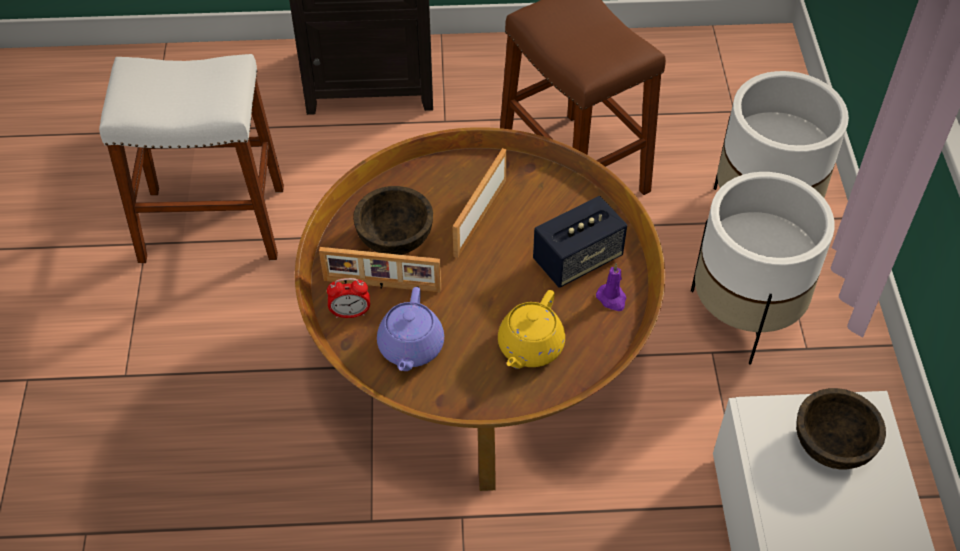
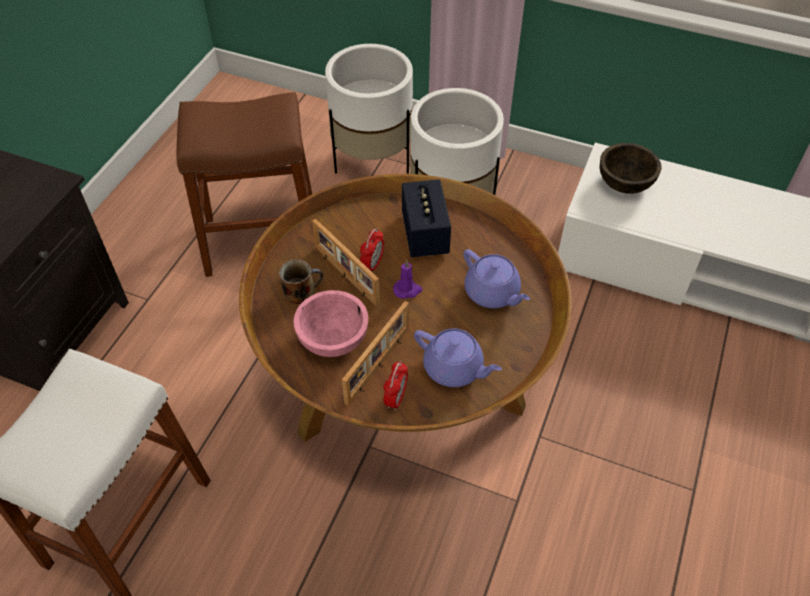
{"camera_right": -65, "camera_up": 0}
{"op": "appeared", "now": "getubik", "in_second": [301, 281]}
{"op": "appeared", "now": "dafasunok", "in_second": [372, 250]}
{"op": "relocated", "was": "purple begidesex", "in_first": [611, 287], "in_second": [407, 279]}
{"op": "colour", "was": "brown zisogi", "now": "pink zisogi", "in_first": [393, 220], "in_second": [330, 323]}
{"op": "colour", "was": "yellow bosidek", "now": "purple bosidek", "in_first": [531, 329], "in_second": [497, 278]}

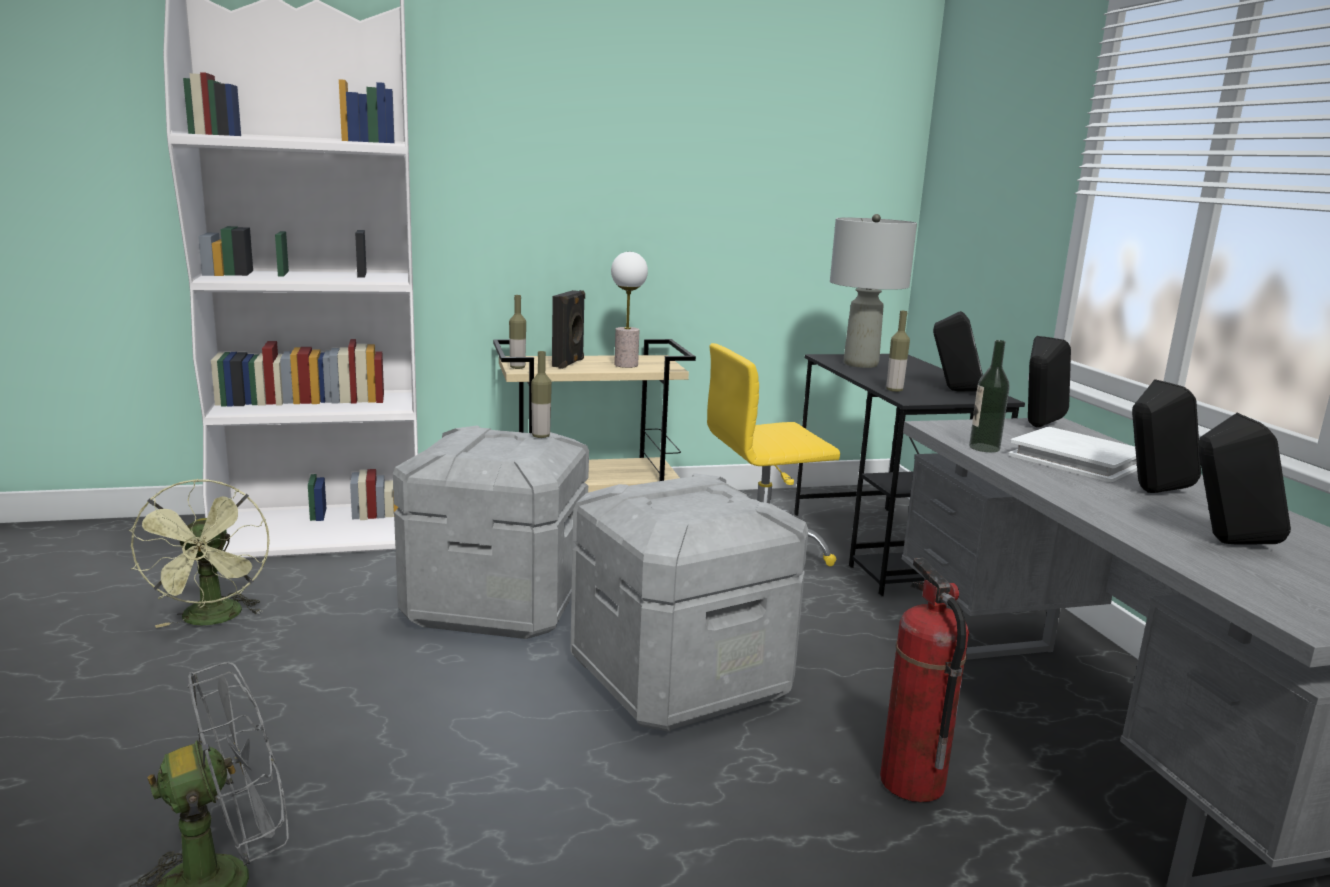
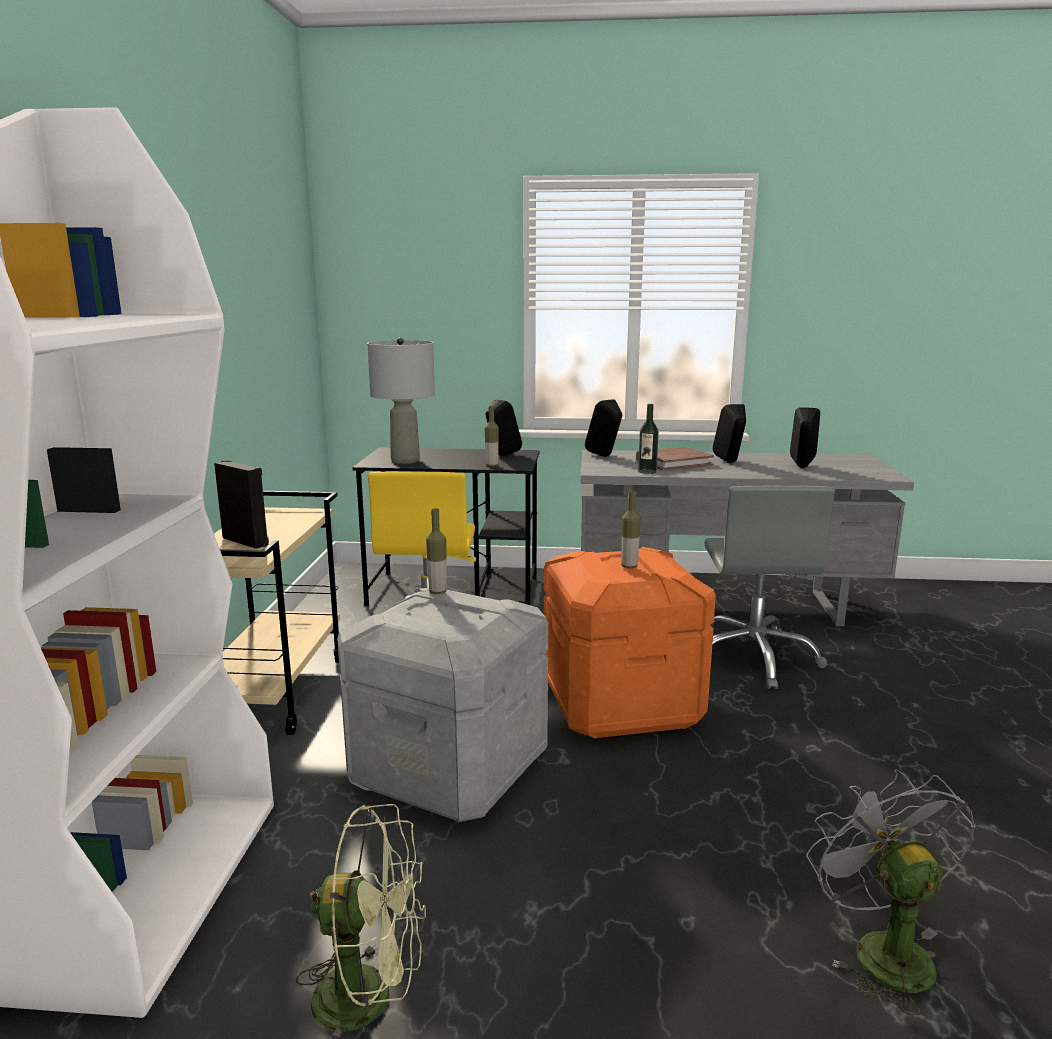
{"camera_right": -70, "camera_up": 0}
{"op": "missing", "was": "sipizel", "in_first": [629, 310]}
{"op": "relocated", "was": "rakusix", "in_first": [517, 332], "in_second": [631, 529]}
{"op": "exchanged", "was": "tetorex", "now": "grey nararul", "in_first": [924, 680], "in_second": [769, 587]}
{"op": "colour", "was": "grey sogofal", "now": "orange sogofal", "in_first": [689, 602], "in_second": [630, 643]}
{"op": "colour", "was": "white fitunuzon", "now": "brown fitunuzon", "in_first": [1072, 454], "in_second": [675, 459]}

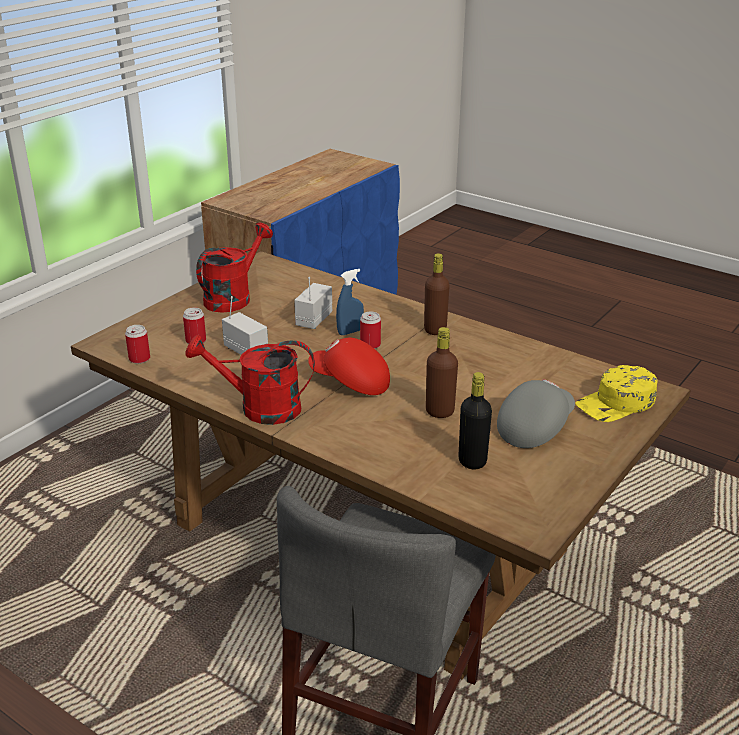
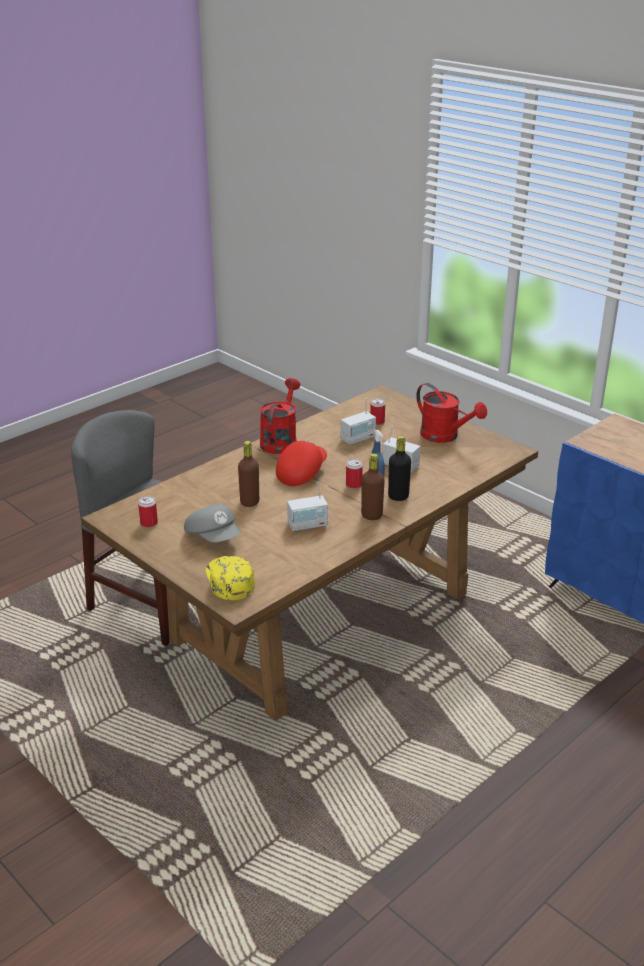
{"camera_right": 100, "camera_up": 0}
{"op": "appeared", "now": "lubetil", "in_second": [307, 506]}
{"op": "relocated", "was": "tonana", "in_first": [137, 344], "in_second": [148, 512]}
{"op": "relocated", "was": "black rakusix", "in_first": [475, 420], "in_second": [399, 468]}

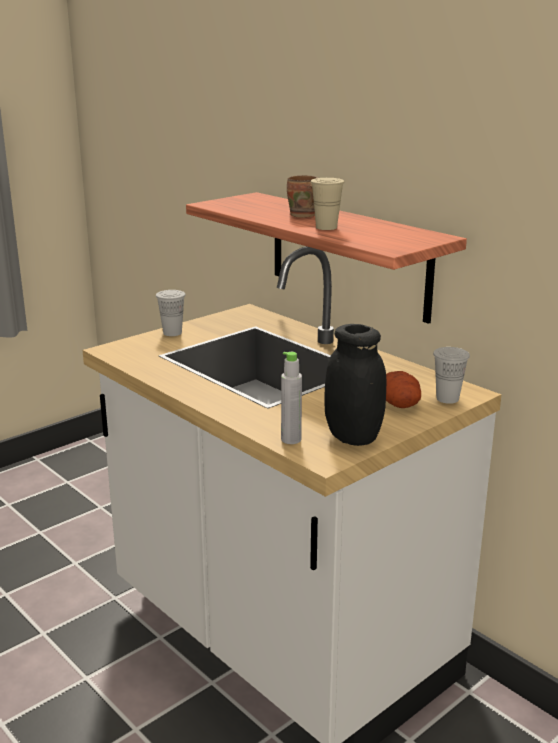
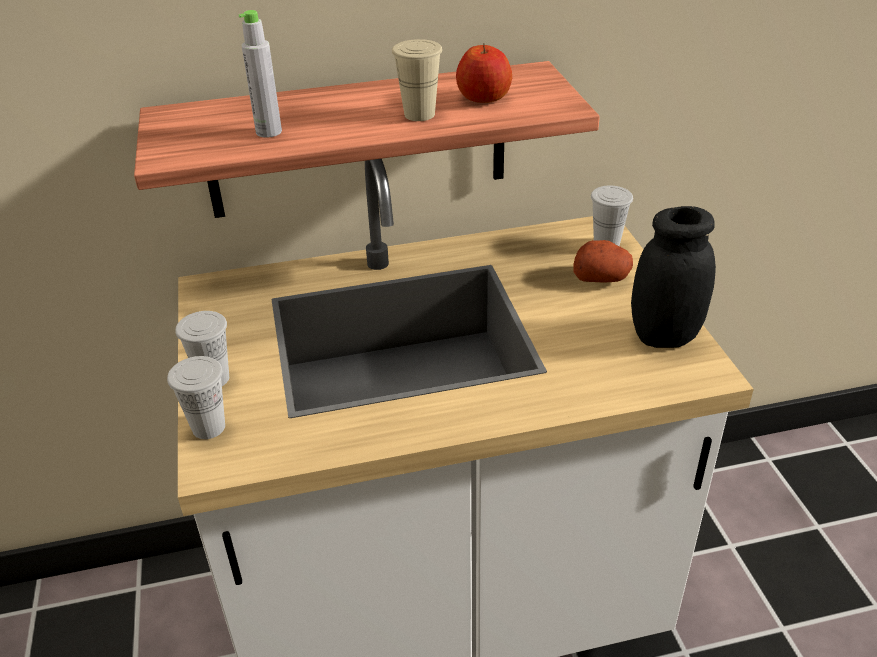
{"camera_right": -60, "camera_up": 15}
{"op": "missing", "was": "brown getubik", "in_first": [302, 196]}
{"op": "appeared", "now": "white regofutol", "in_second": [196, 397]}
{"op": "appeared", "now": "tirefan", "in_second": [484, 73]}
{"op": "relocated", "was": "grey rakusix", "in_first": [291, 398], "in_second": [260, 74]}

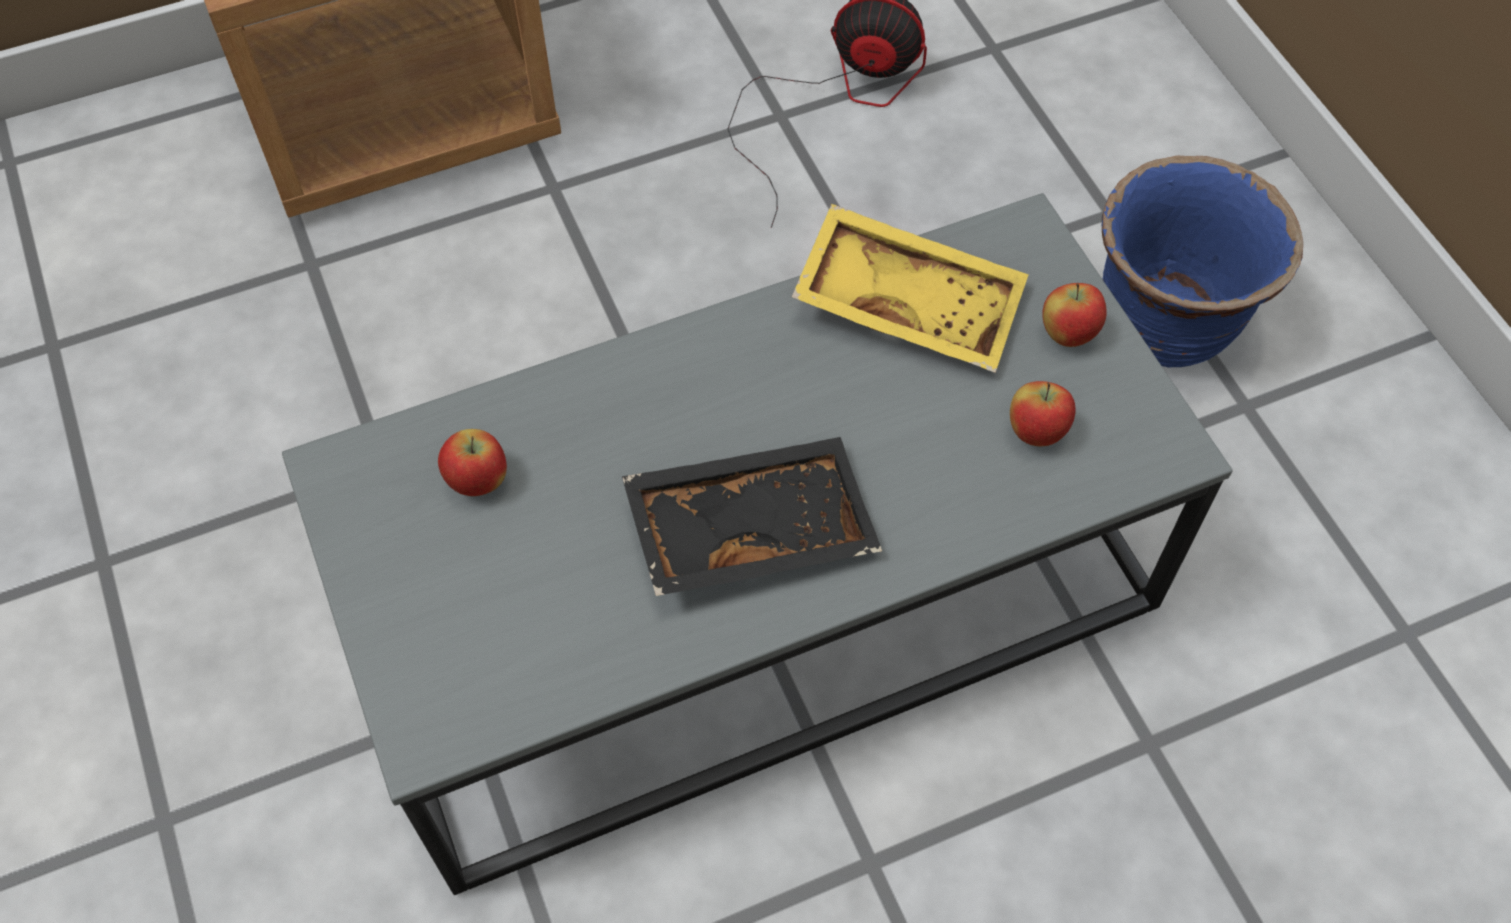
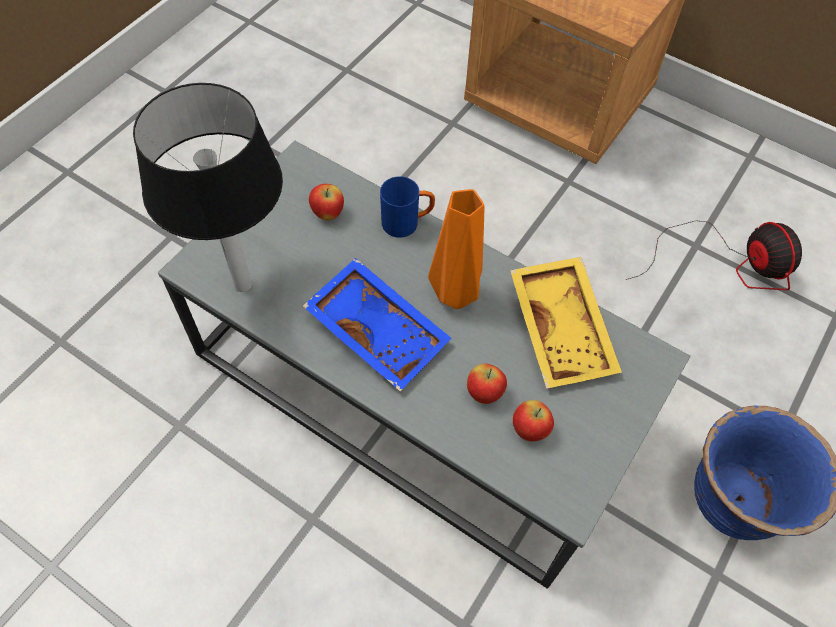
{"camera_right": 55, "camera_up": 0}
{"op": "appeared", "now": "sipizel", "in_second": [208, 187]}
{"op": "appeared", "now": "blue getubik", "in_second": [407, 207]}
{"op": "appeared", "now": "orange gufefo", "in_second": [456, 249]}
{"op": "relocated", "was": "tirefan", "in_first": [1074, 315], "in_second": [487, 384]}
{"op": "colour", "was": "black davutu", "now": "blue davutu", "in_first": [752, 516], "in_second": [377, 324]}

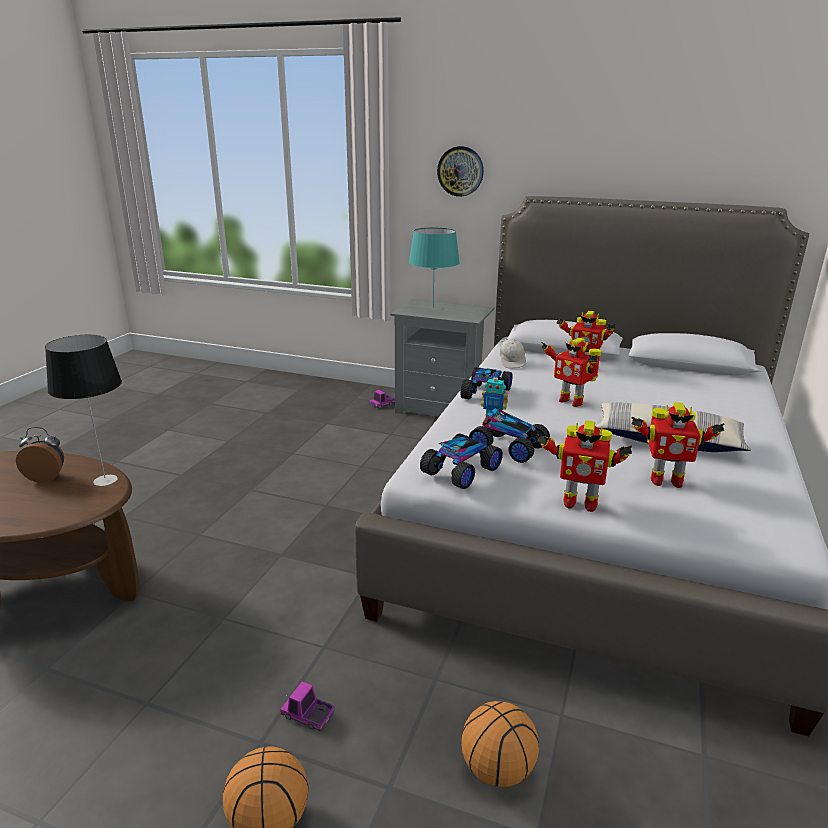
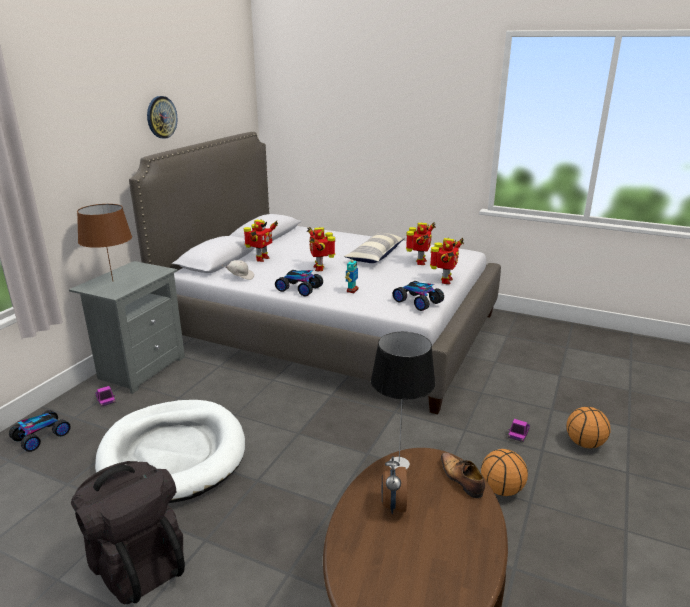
{"camera_right": -85, "camera_up": 0}
{"op": "appeared", "now": "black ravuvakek", "in_second": [128, 532]}
{"op": "appeared", "now": "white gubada", "in_second": [170, 451]}
{"op": "appeared", "now": "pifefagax", "in_second": [463, 475]}
{"op": "relocated", "was": "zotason", "in_first": [460, 171], "in_second": [162, 117]}
{"op": "relocated", "was": "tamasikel", "in_first": [500, 744], "in_second": [504, 472]}
{"op": "relocated", "was": "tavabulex", "in_first": [509, 435], "in_second": [40, 431]}
{"op": "colour", "was": "turquoise sipizel", "now": "brown sipizel", "in_first": [434, 267], "in_second": [104, 242]}
{"op": "spun", "was": "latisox", "in_first": [571, 372], "in_second": [321, 249], "clockwise": 120}

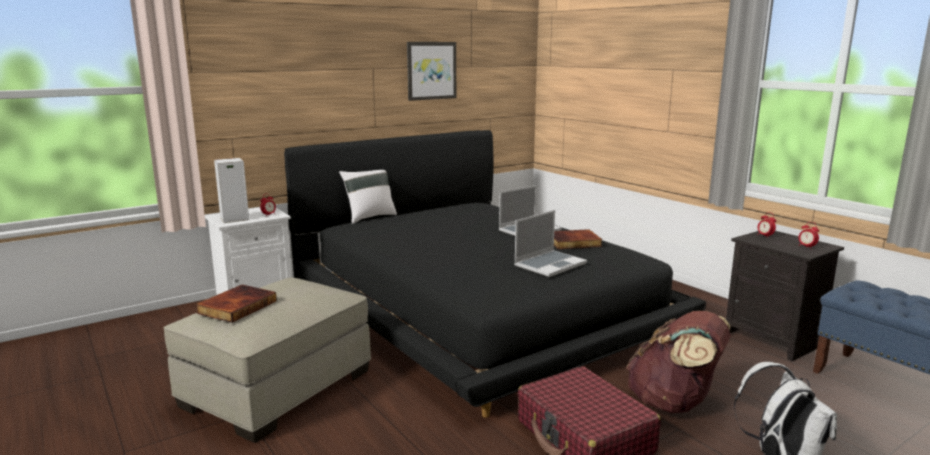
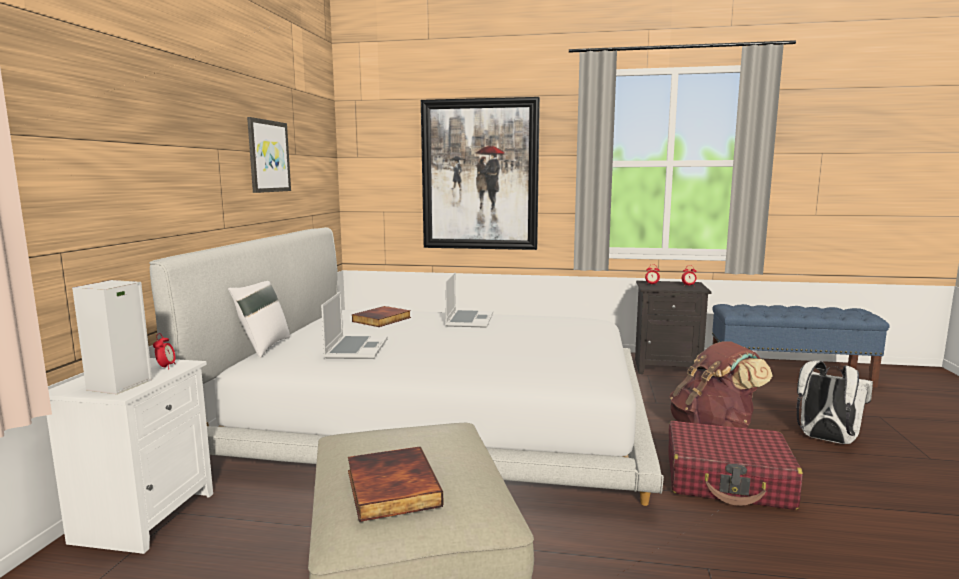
{"camera_right": -45, "camera_up": -5}
{"op": "appeared", "now": "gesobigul", "in_second": [480, 173]}
{"op": "relocated", "was": "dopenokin", "in_first": [550, 243], "in_second": [354, 325]}
{"op": "relocated", "was": "fitunuzon", "in_first": [578, 239], "in_second": [381, 316]}
{"op": "colour", "was": "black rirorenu", "now": "white rirorenu", "in_first": [495, 274], "in_second": [406, 366]}

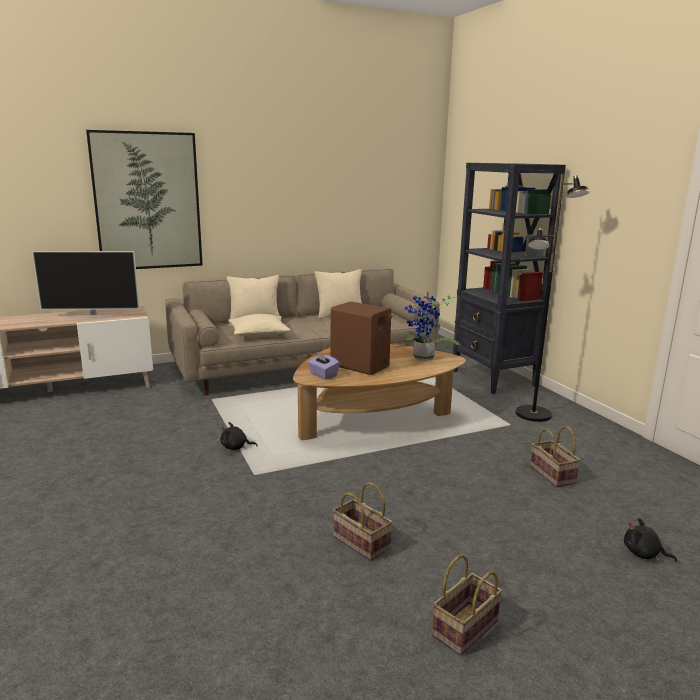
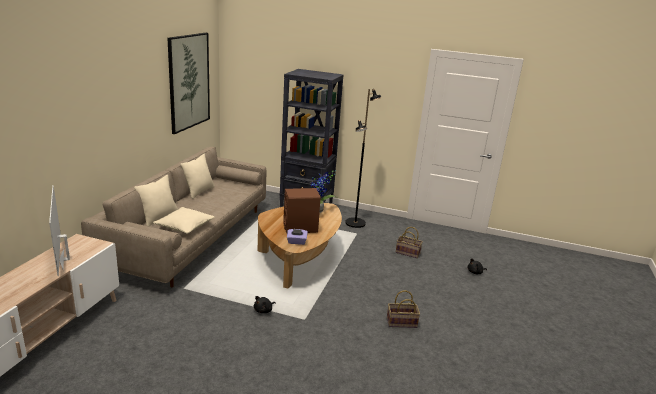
{"camera_right": -50, "camera_up": 5}
{"op": "missing", "was": "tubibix", "in_first": [467, 605]}
{"op": "relocated", "was": "gesobigul", "in_first": [144, 199], "in_second": [188, 83]}
{"op": "spun", "was": "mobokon", "in_first": [86, 284], "in_second": [59, 230], "clockwise": 120}

